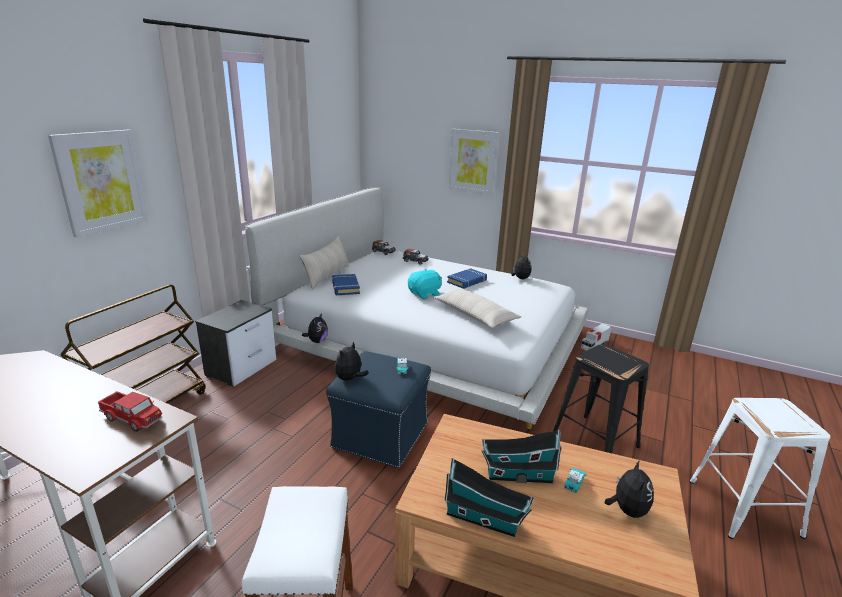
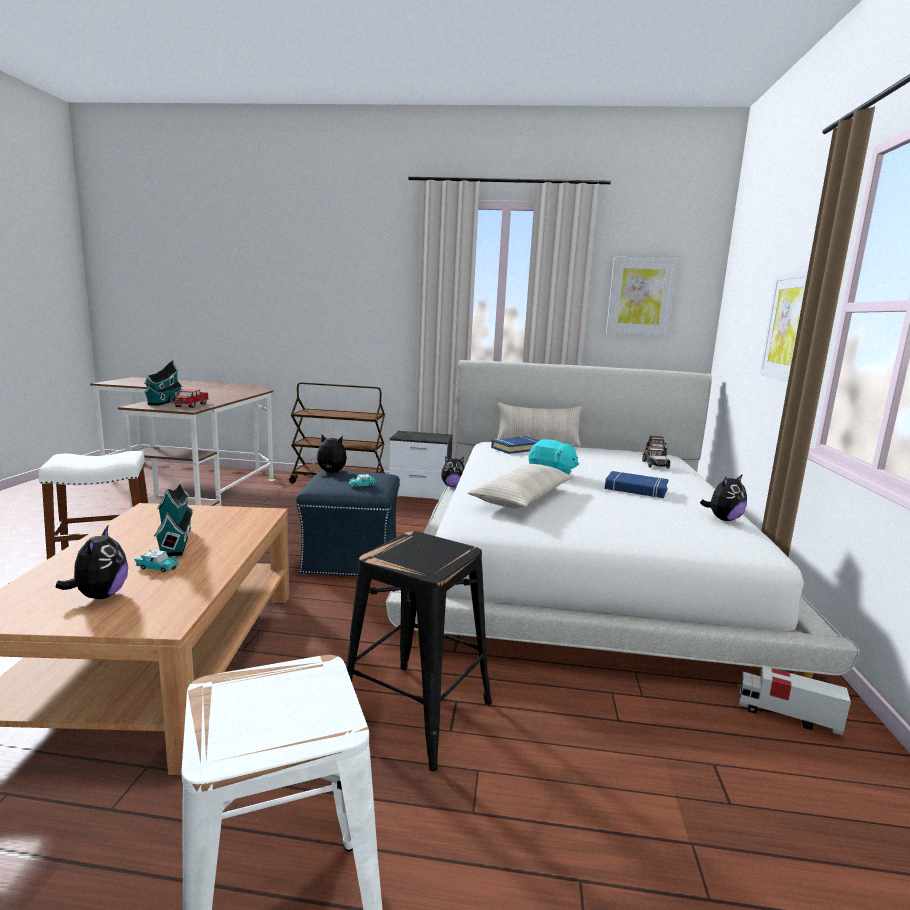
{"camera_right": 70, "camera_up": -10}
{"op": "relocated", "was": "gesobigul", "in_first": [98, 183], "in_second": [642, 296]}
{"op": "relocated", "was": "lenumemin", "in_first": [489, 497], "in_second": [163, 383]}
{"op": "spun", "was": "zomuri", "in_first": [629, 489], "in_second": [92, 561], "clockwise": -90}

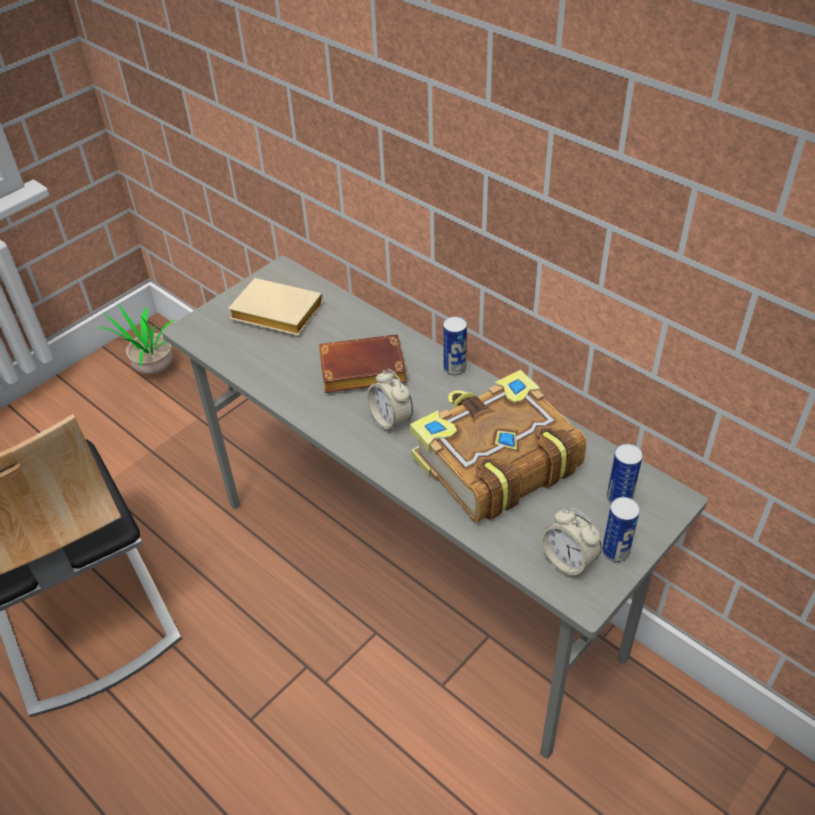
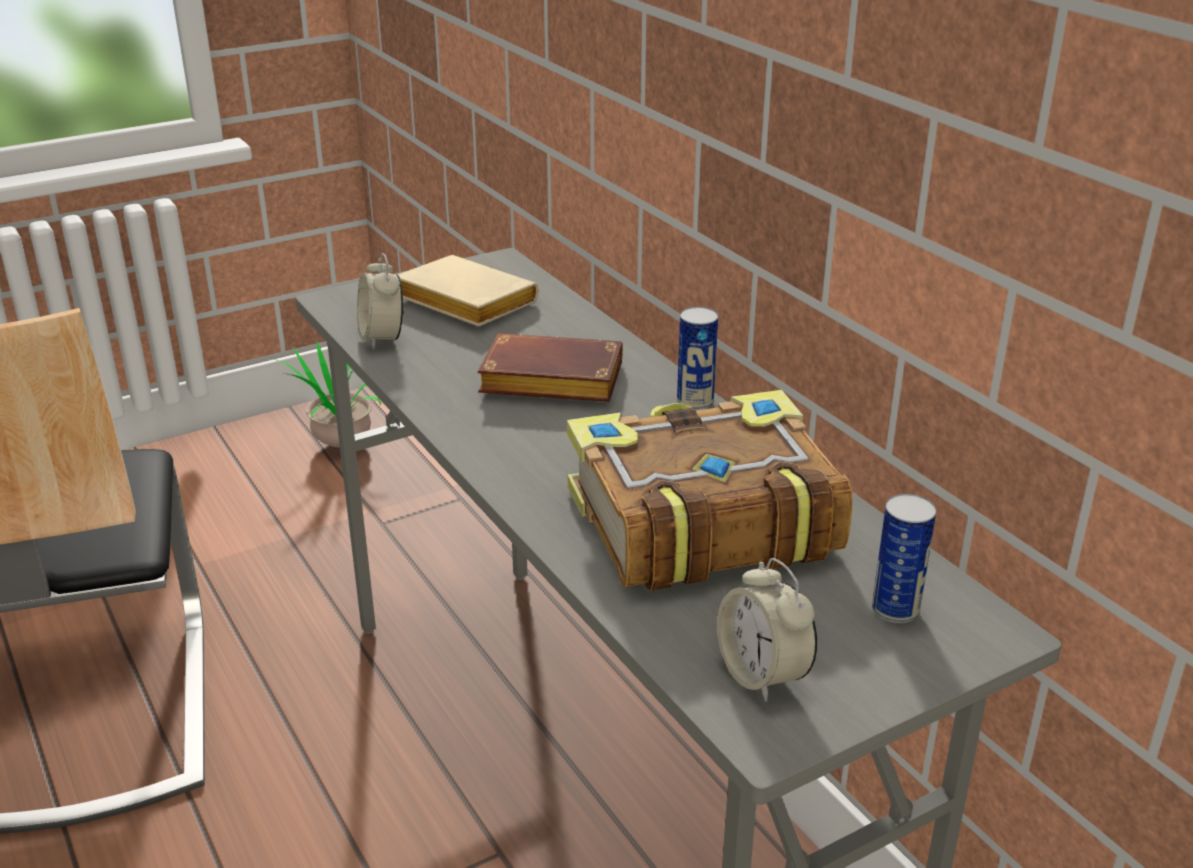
{"camera_right": 15, "camera_up": -15}
{"op": "missing", "was": "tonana", "in_first": [621, 529]}
{"op": "relocated", "was": "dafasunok", "in_first": [390, 401], "in_second": [380, 301]}

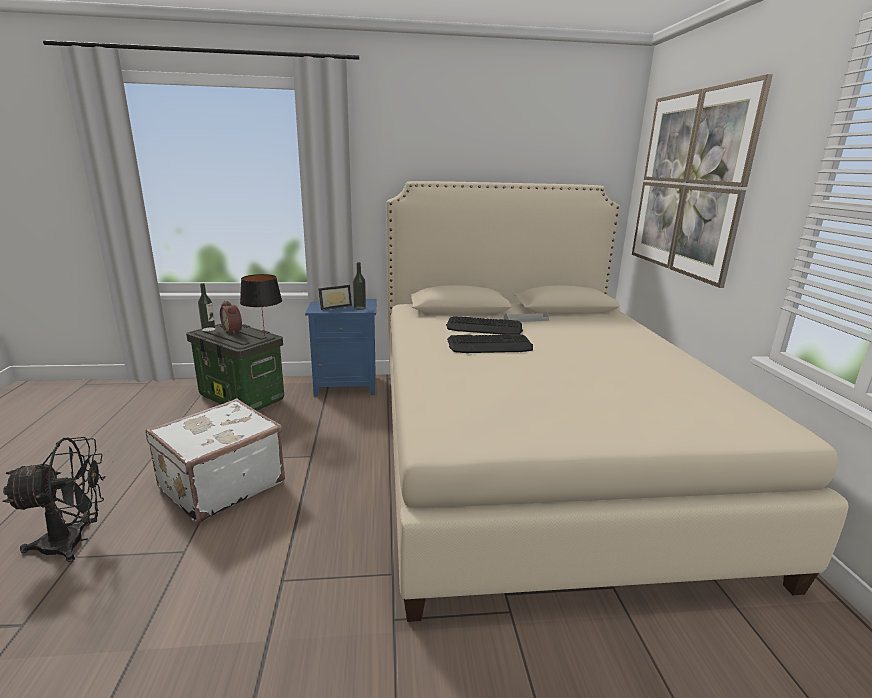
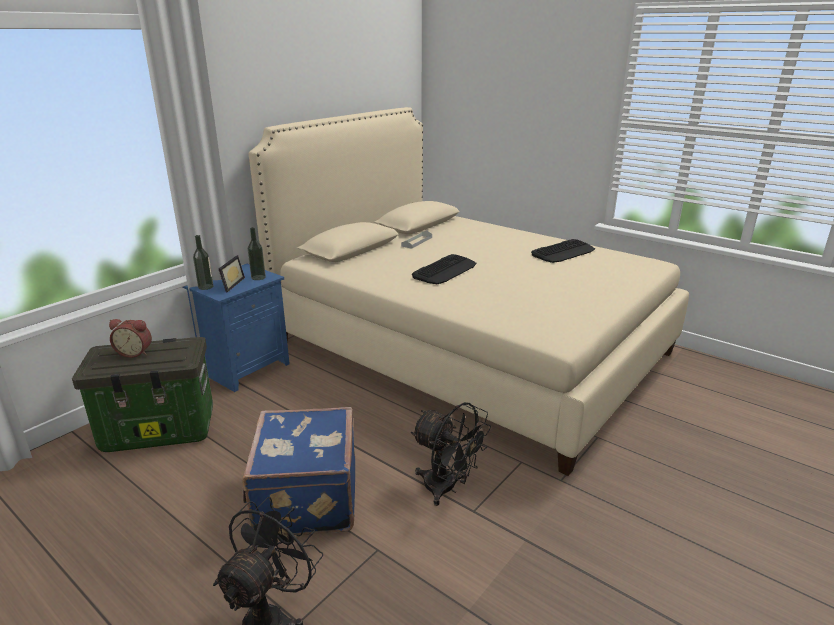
{"camera_right": -45, "camera_up": 5}
{"op": "missing", "was": "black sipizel", "in_first": [261, 305]}
{"op": "missing", "was": "gesobigul", "in_first": [702, 181]}
{"op": "appeared", "now": "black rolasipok", "in_second": [451, 454]}
{"op": "relocated", "was": "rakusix", "in_first": [207, 307], "in_second": [203, 262]}
{"op": "relocated", "was": "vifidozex", "in_first": [484, 325], "in_second": [563, 251]}
{"op": "colour", "was": "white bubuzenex", "now": "blue bubuzenex", "in_first": [215, 461], "in_second": [298, 471]}

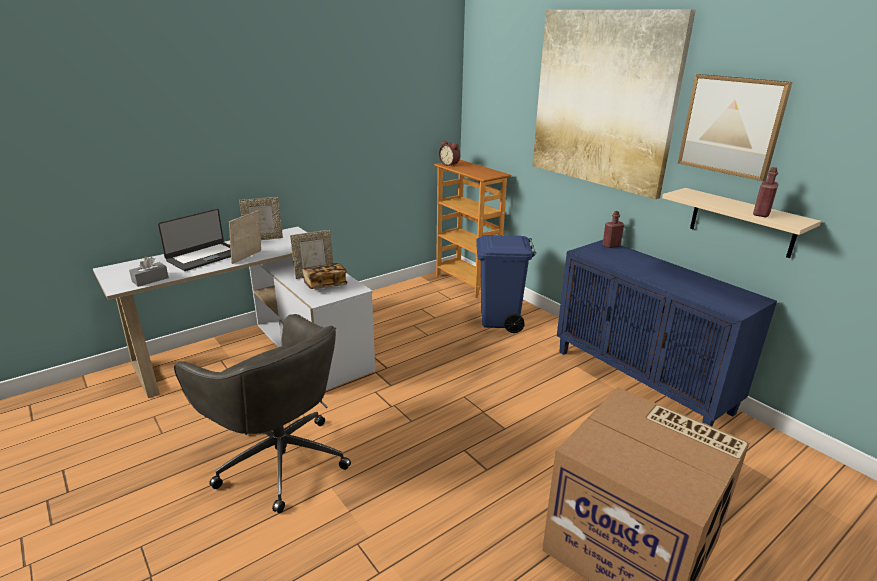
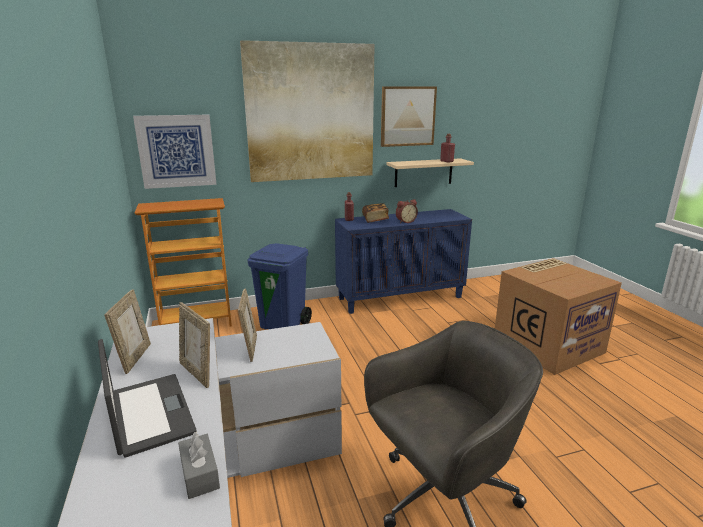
{"camera_right": -70, "camera_up": -5}
{"op": "appeared", "now": "gesobigul", "in_second": [175, 152]}
{"op": "relocated", "was": "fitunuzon", "in_first": [325, 276], "in_second": [375, 213]}
{"op": "relocated", "was": "dafasunok", "in_first": [449, 153], "in_second": [407, 211]}

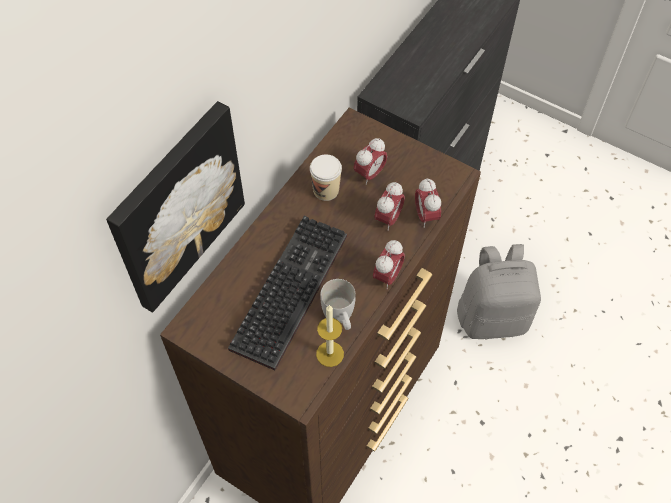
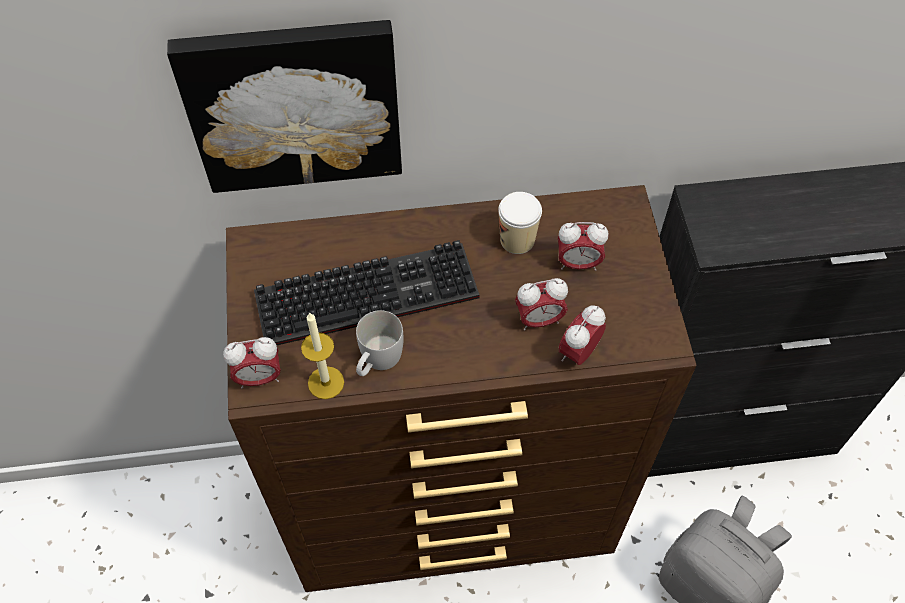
{"camera_right": 50, "camera_up": 0}
{"op": "relocated", "was": "dafasunok", "in_first": [389, 264], "in_second": [252, 363]}

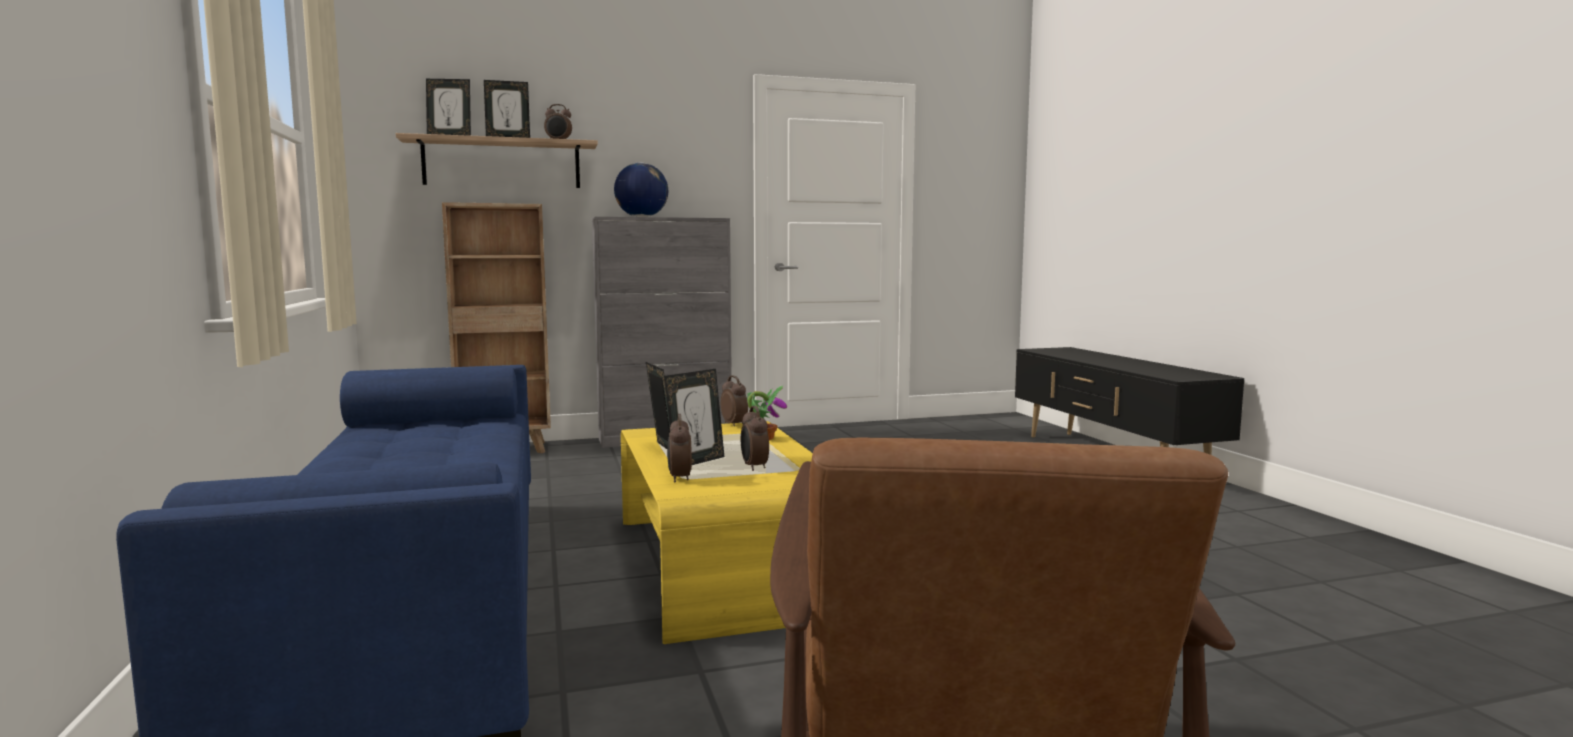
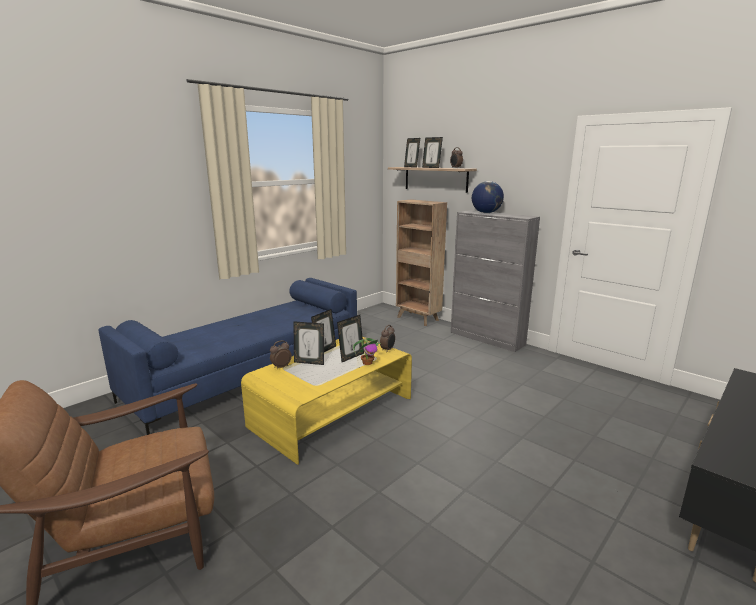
{"camera_right": 60, "camera_up": 10}
{"op": "missing", "was": "dafasunok", "in_first": [755, 438]}
{"op": "appeared", "now": "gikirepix", "in_second": [350, 338]}

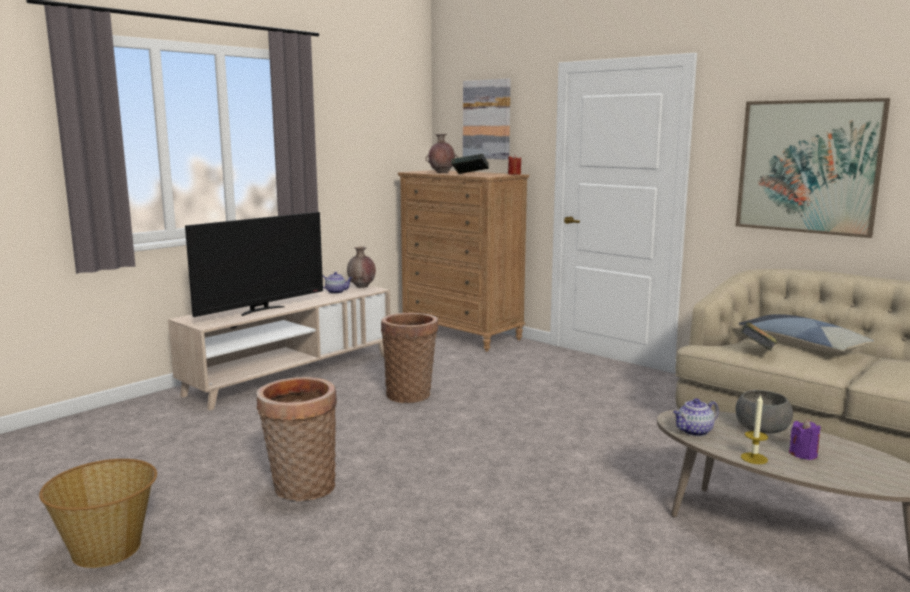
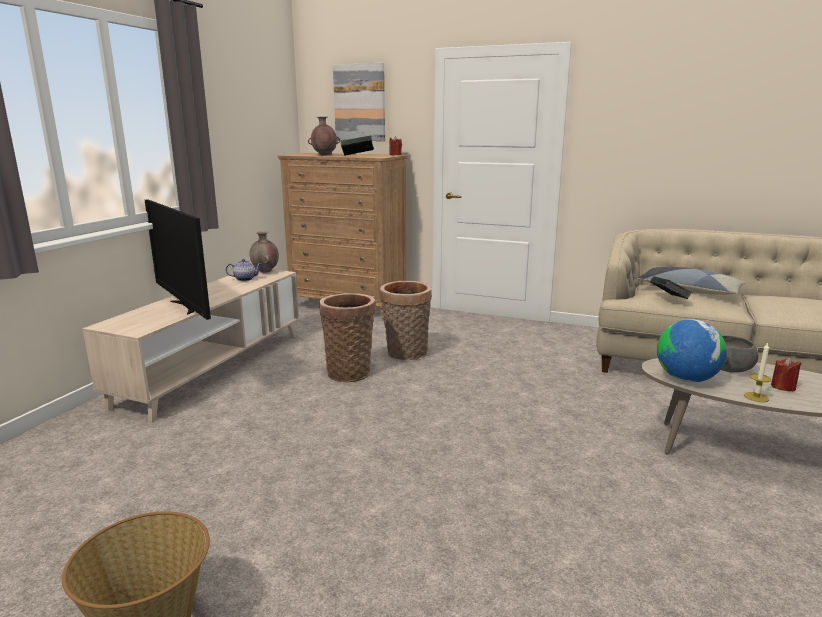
{"camera_right": -20, "camera_up": 5}
{"op": "missing", "was": "gesobigul", "in_first": [813, 168]}
{"op": "relocated", "was": "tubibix", "in_first": [296, 439], "in_second": [406, 320]}
{"op": "exchanged", "was": "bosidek", "now": "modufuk", "in_first": [696, 417], "in_second": [692, 350]}
{"op": "colour", "was": "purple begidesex", "now": "red begidesex", "in_first": [805, 440], "in_second": [786, 375]}
{"op": "spun", "was": "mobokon", "in_first": [254, 264], "in_second": [178, 259], "clockwise": 120}

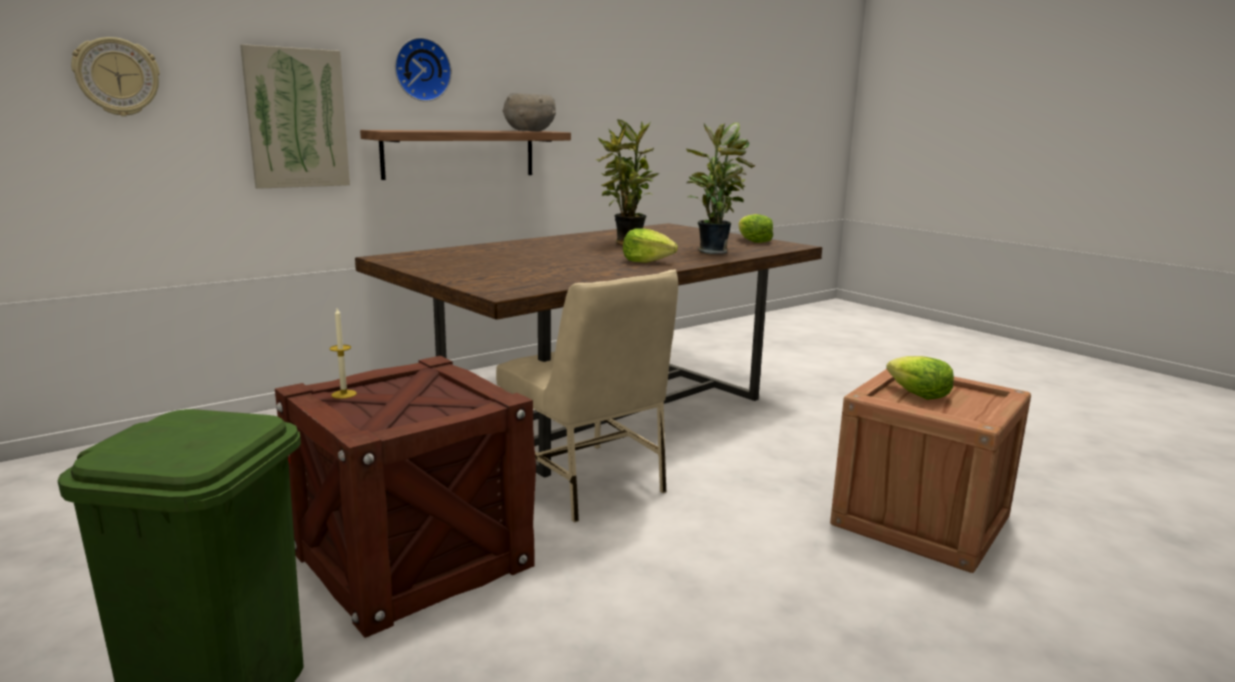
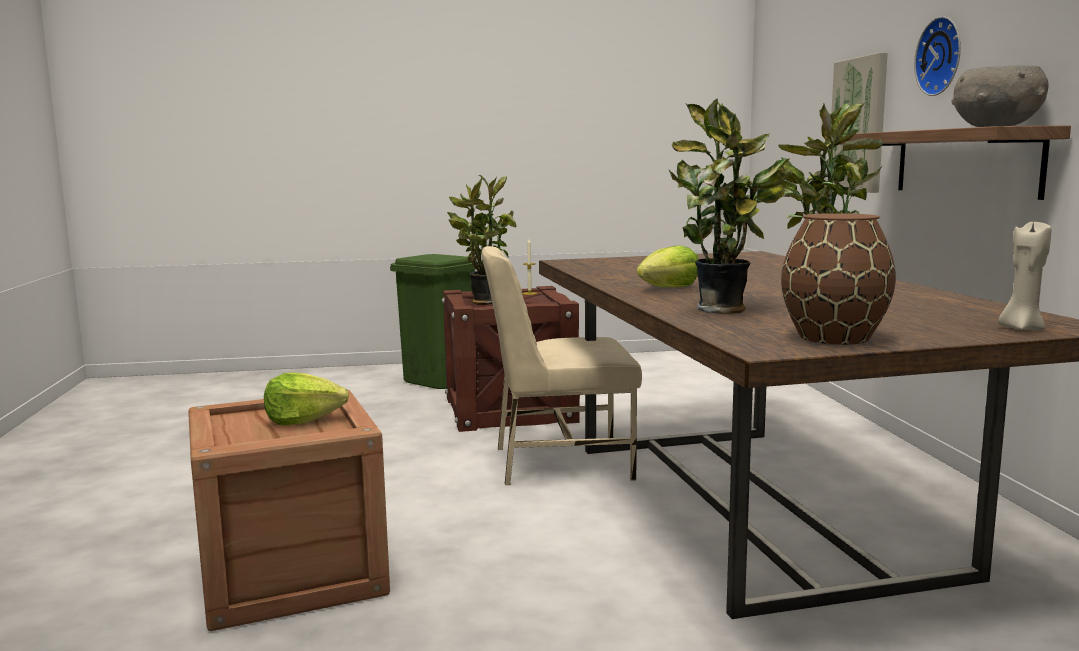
{"camera_right": 120, "camera_up": -5}
{"op": "missing", "was": "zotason", "in_first": [115, 76]}
{"op": "appeared", "now": "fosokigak", "in_second": [481, 240]}
{"op": "appeared", "now": "beige begidesex", "in_second": [1024, 275]}
{"op": "exchanged", "was": "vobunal", "now": "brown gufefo", "in_first": [755, 228], "in_second": [838, 279]}

